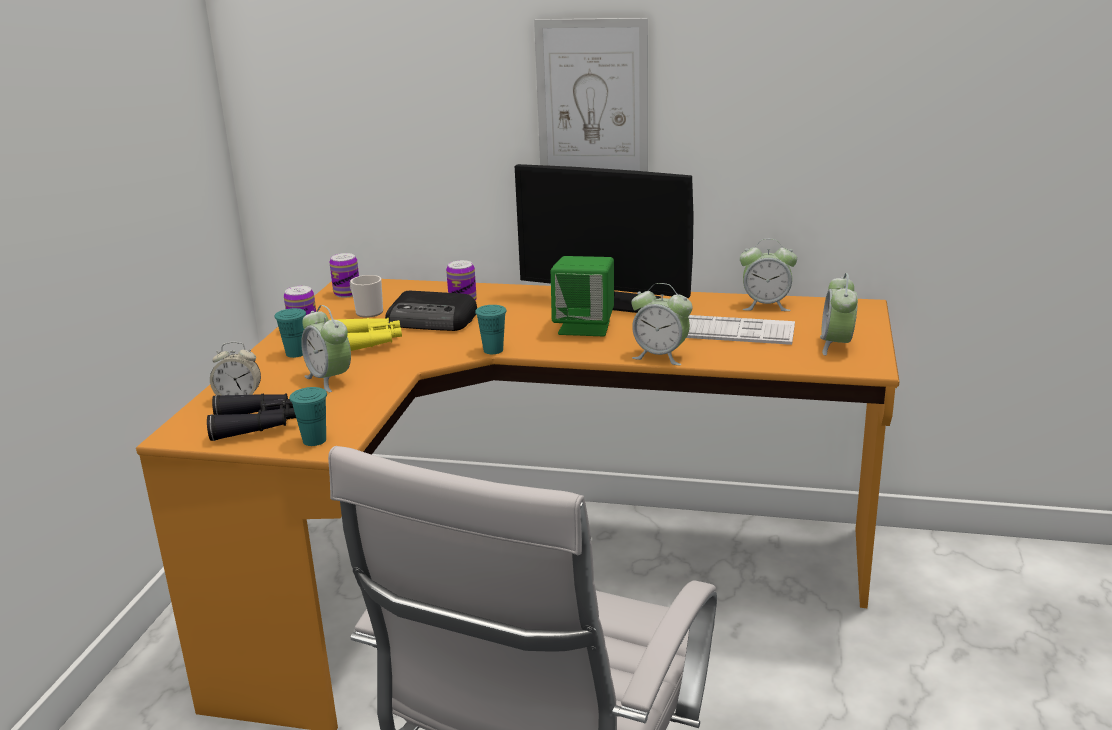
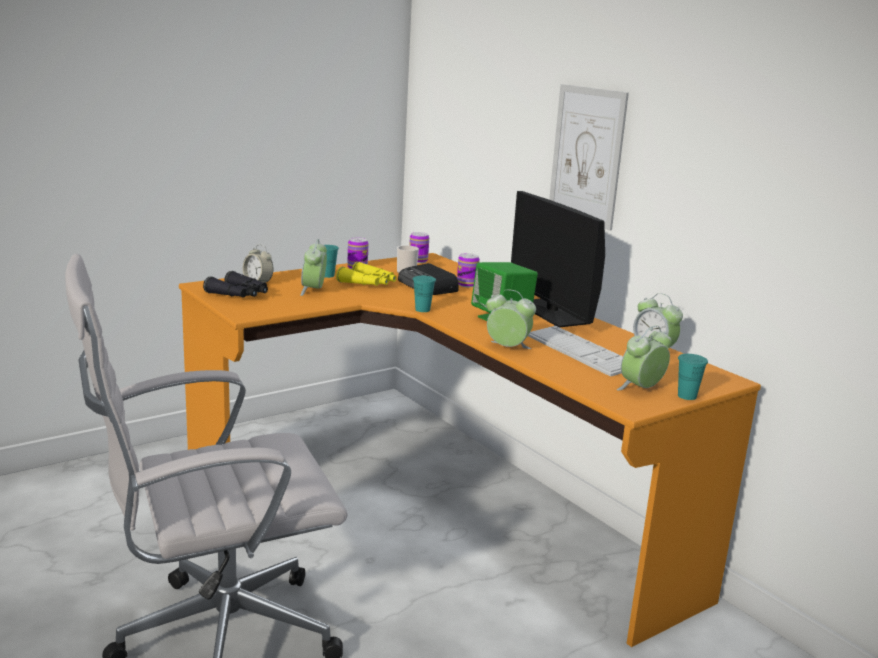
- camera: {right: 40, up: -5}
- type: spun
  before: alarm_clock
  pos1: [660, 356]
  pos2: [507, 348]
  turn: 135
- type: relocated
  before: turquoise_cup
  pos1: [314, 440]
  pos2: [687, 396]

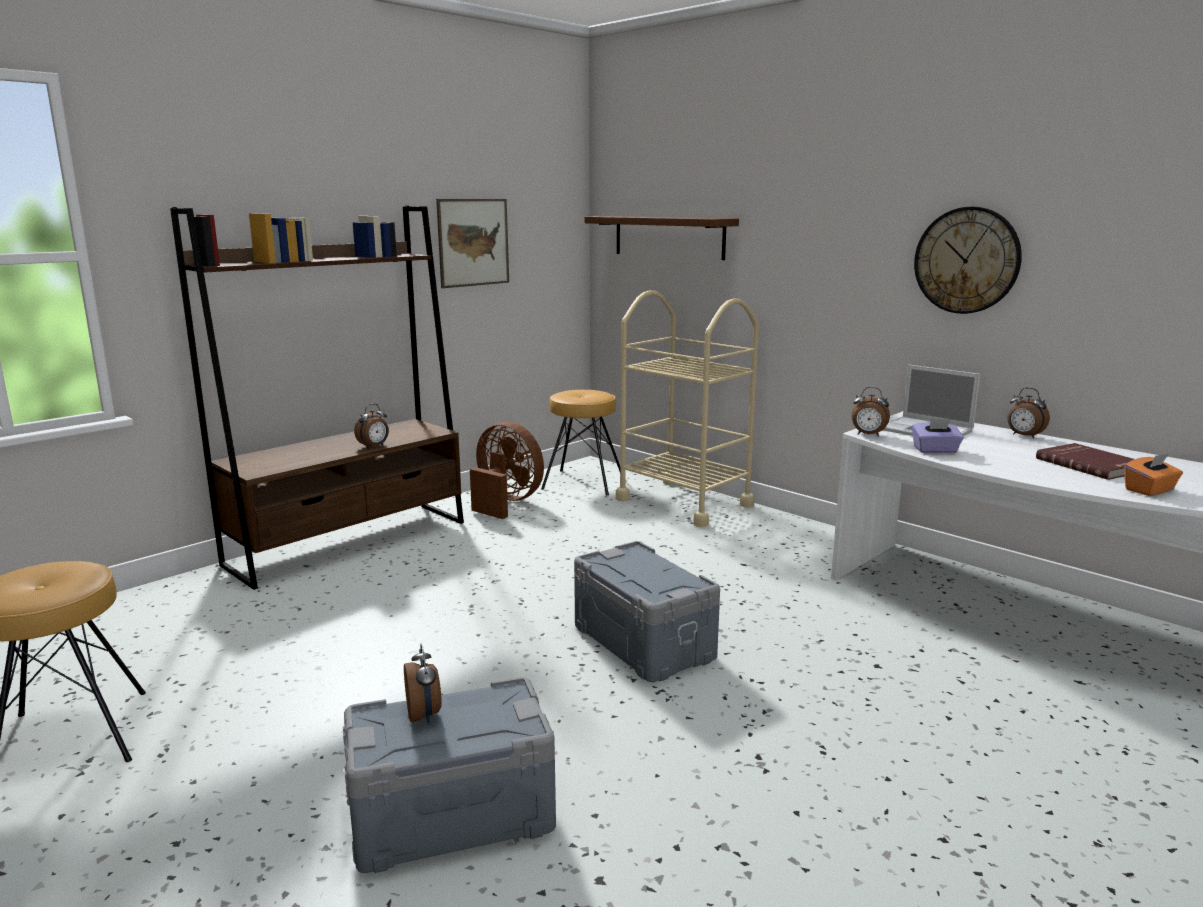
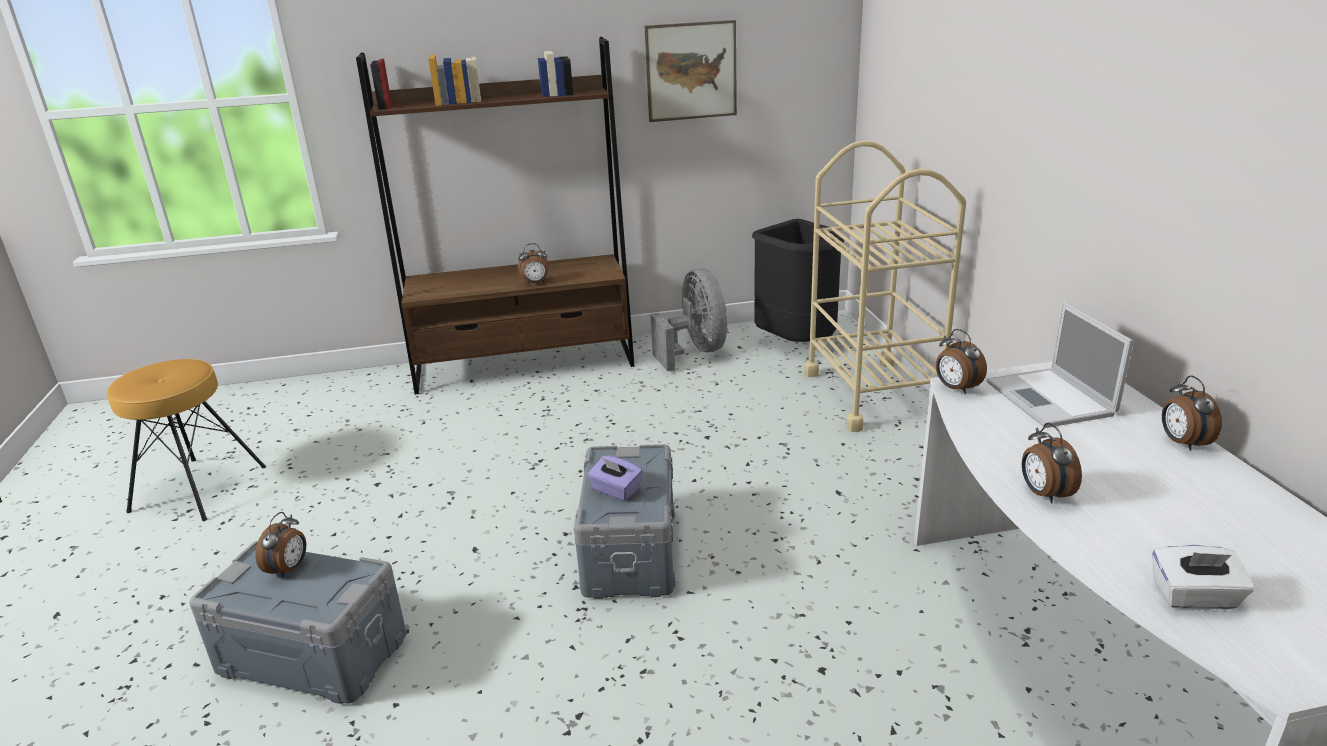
- camera: {right: 35, up: 10}
- type: relocated
  before: purple-coloured_tissue_box
  pos1: [935, 450]
  pos2: [615, 490]
- type: colour
  before: brown-coloured_fan
  after: grey_fan
  pos1: [505, 503]
  pos2: [695, 352]
- type: exchanged
  before: brown-coloured_stool
  after: black_rubbish_bin
  pos1: [583, 482]
  pos2: [797, 343]
- type: appeared
  after: alarm_clock
  pos2: [1043, 494]
- type: colour
  before: orange-coloured_tissue_box
  after: whitish_tissue_box
  pos1: [1150, 490]
  pos2: [1194, 597]
- type: missing
  before: brown-coloured_bracket_shelf
  pos1: [668, 237]
- type: missing
  before: wall_clock
  pos1: [966, 260]
- type: missing
  before: reddish_bound_book
  pos1: [1090, 464]

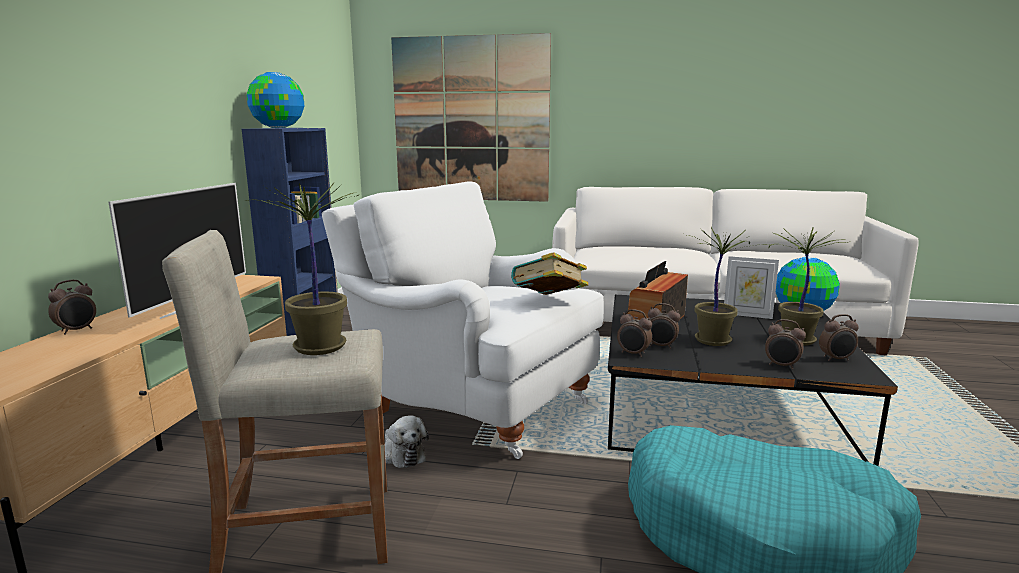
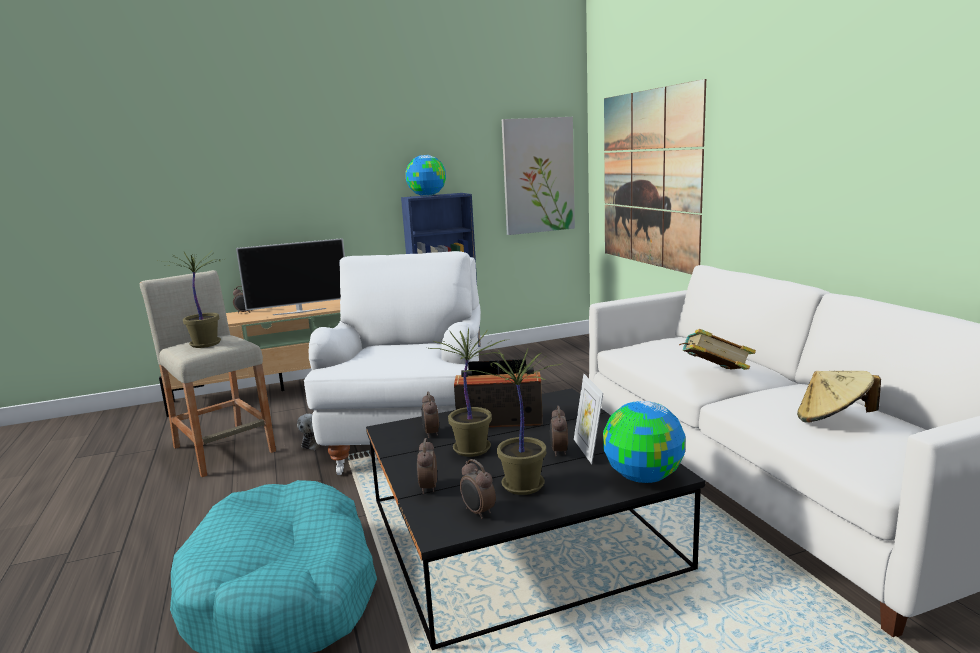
- camera: {right: 60, up: 0}
- type: appeared
  after: wall_art
  pos2: [538, 176]
- type: relocated
  before: alarm_clock
  pos1: [633, 354]
  pos2: [558, 451]
- type: relocated
  before: bound_book
  pos1: [549, 301]
  pos2: [714, 374]
- type: appeared
  after: sand-coloured_hat
  pos2: [832, 419]

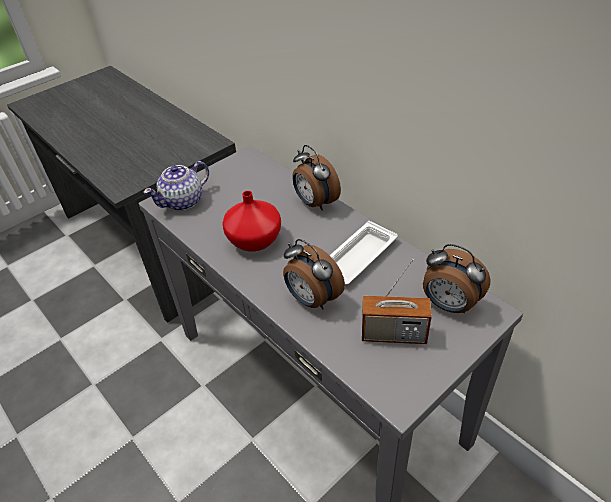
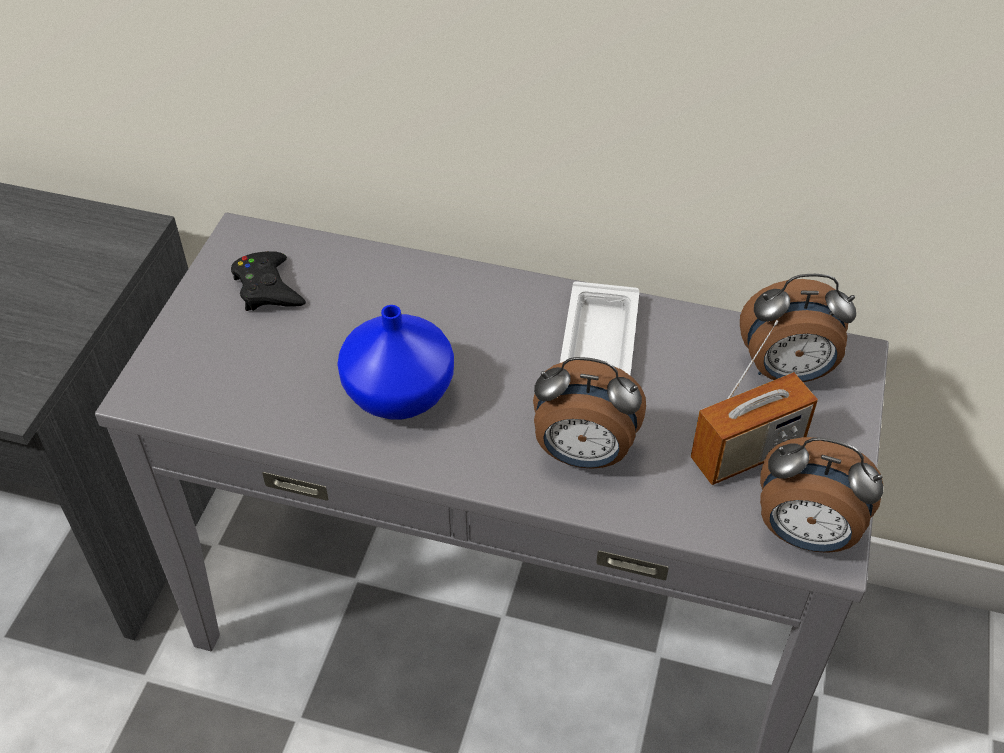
- camera: {right: -35, up: 5}
- type: appeared
  after: black_game_controller
  pos2: [267, 288]
- type: colour
  before: reddish_decorative_vase
  after: bluish_decorative_vase
  pos1: [256, 240]
  pos2: [401, 393]
- type: relocated
  before: alarm_clock
  pos1: [315, 203]
  pos2: [804, 534]
- type: missing
  before: tea_pot
  pos1: [183, 201]

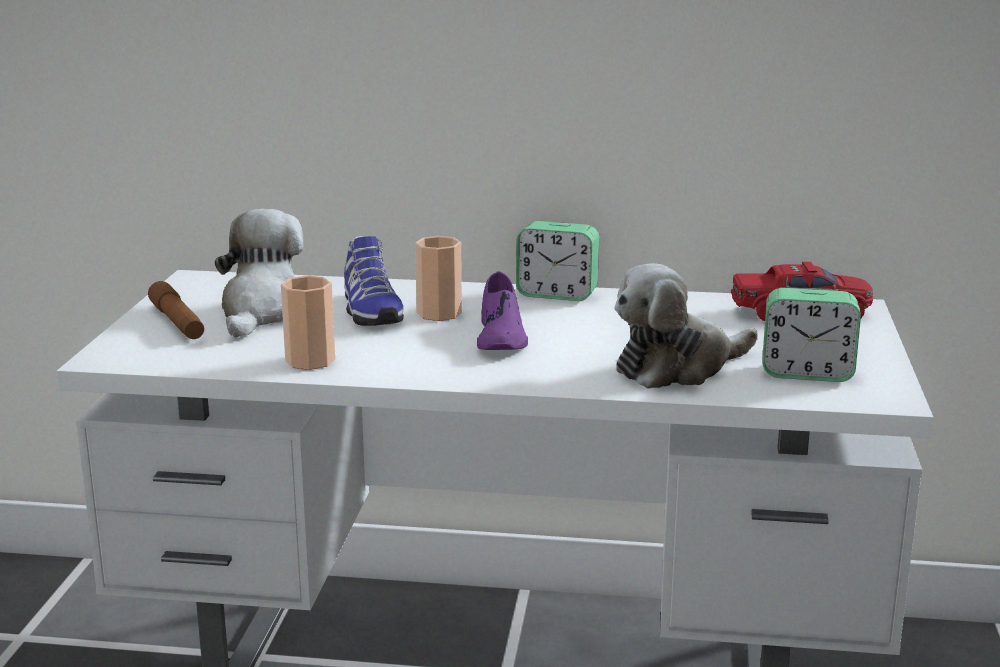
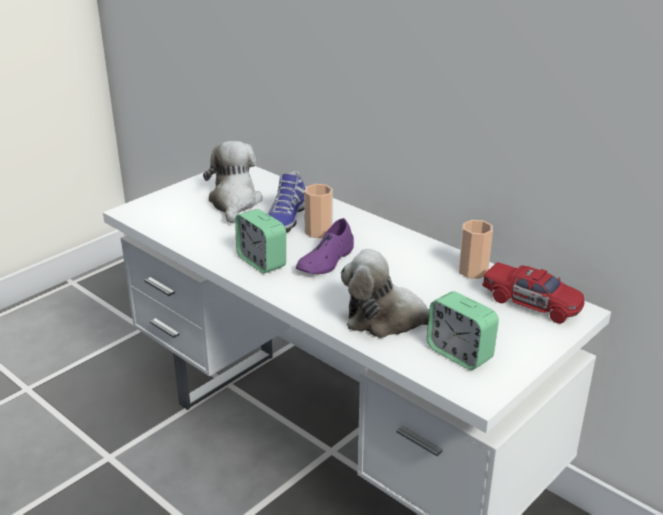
- camera: {right: 35, up: 10}
- type: spun
  before: soft_toy
  pos1: [262, 313]
  pos2: [234, 202]
  turn: -45
- type: relocated
  before: alarm_clock
  pos1: [557, 294]
  pos2: [261, 262]
- type: relocated
  before: cup
  pos1: [310, 361]
  pos2: [473, 271]
- type: missing
  before: brown-coloured_hand_torch
  pos1: [177, 322]

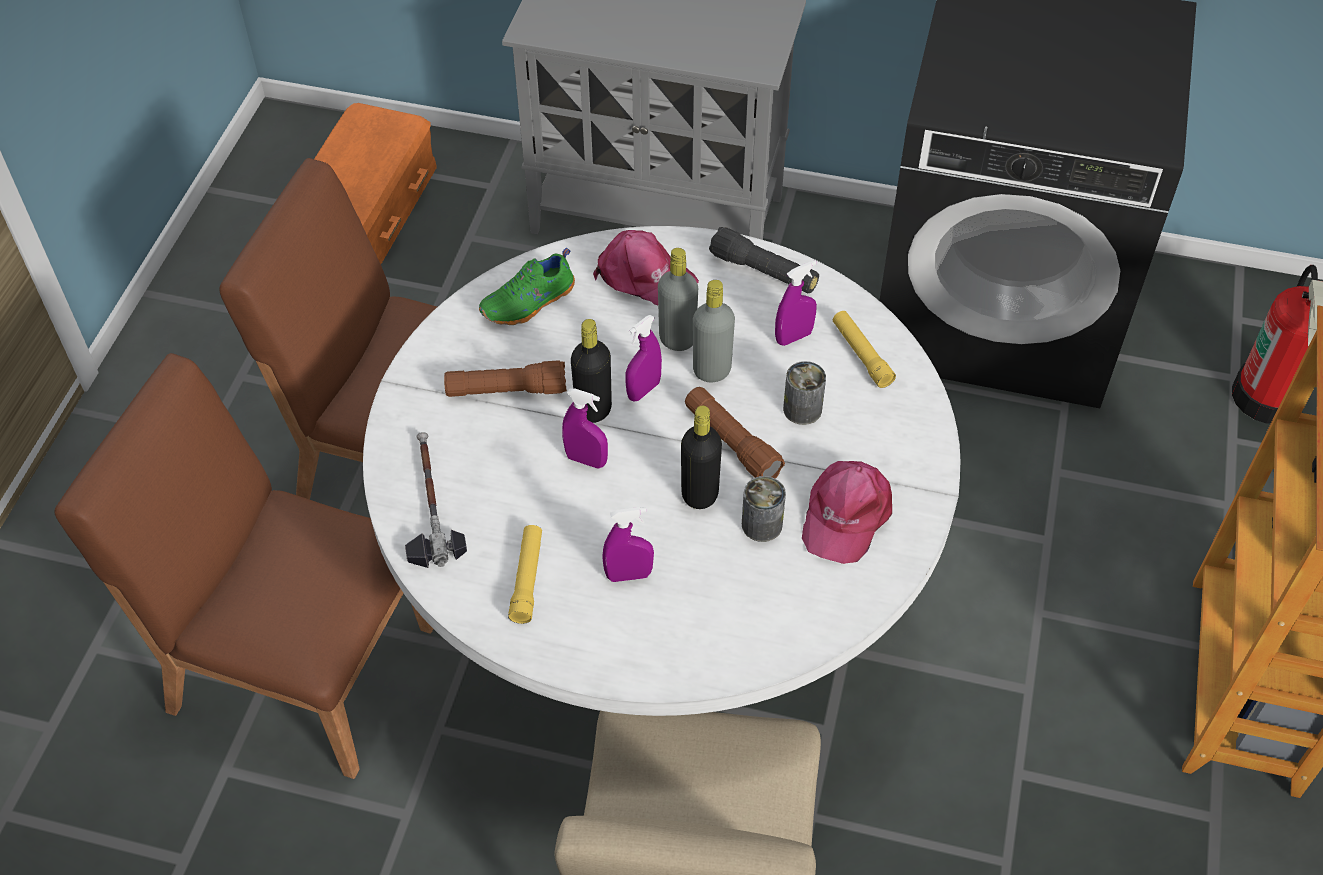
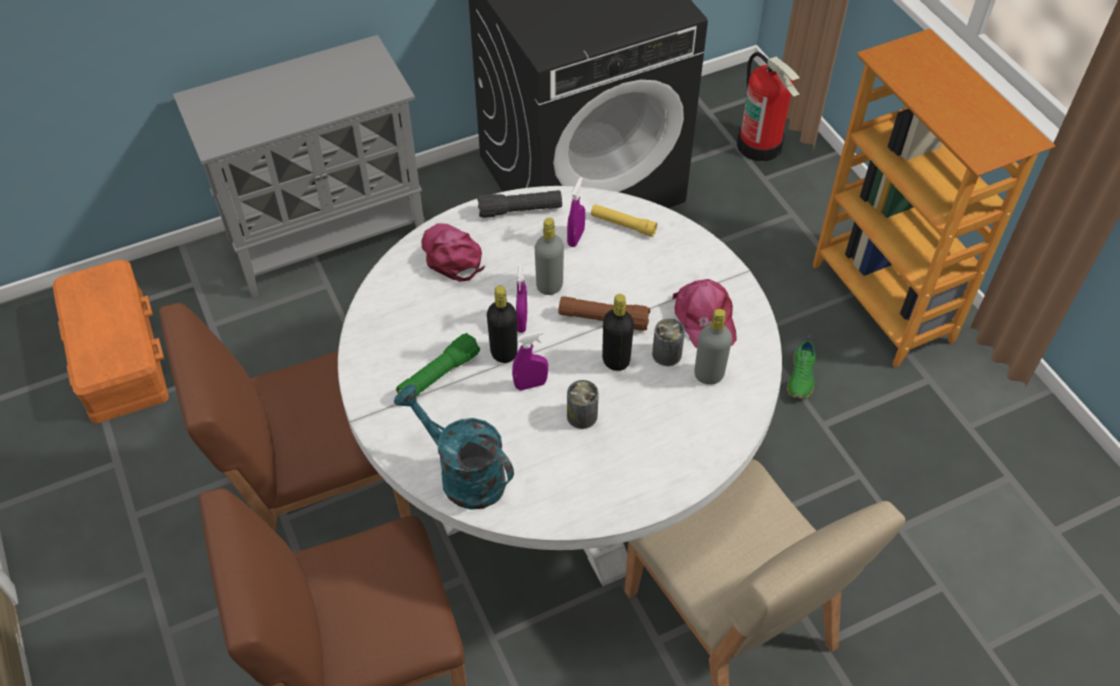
- camera: {right: -40, up: 0}
- type: exchanged
  before: hammer
  after: turquoise_watering_pot
  pos1: [430, 503]
  pos2: [462, 474]
- type: colour
  before: brown-coloured_hand_torch
  after: green-coloured_hand_torch
  pos1: [506, 390]
  pos2: [438, 375]
- type: spun
  before: pinkish_baseball_cap
  pos1: [644, 277]
  pos2: [452, 255]
  turn: -105
- type: relocated
  before: can
  pos1: [802, 409]
  pos2: [582, 416]
- type: relocated
  before: grey_beverage_bottle
  pos1: [677, 339]
  pos2: [709, 375]
- type: relocated
  before: green-coloured_shoe
  pos1: [529, 303]
  pos2: [802, 377]
- type: missing
  before: yellow_hand_torch
  pos1: [527, 578]
- type: missing
  before: purple-coloured_hand_sprayer
  pos1: [628, 575]

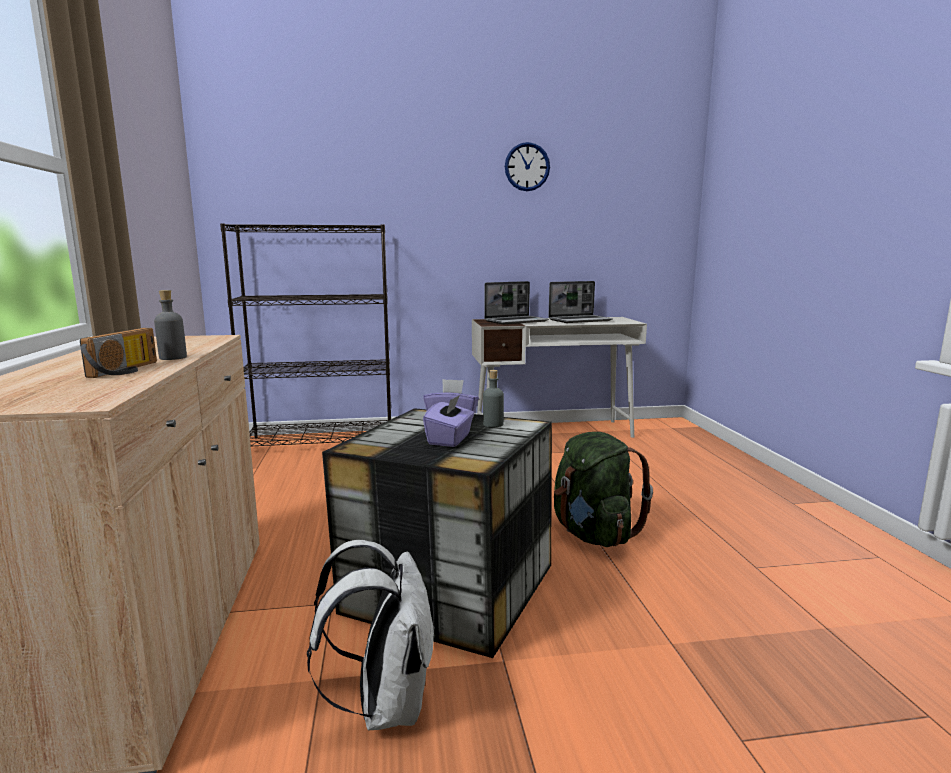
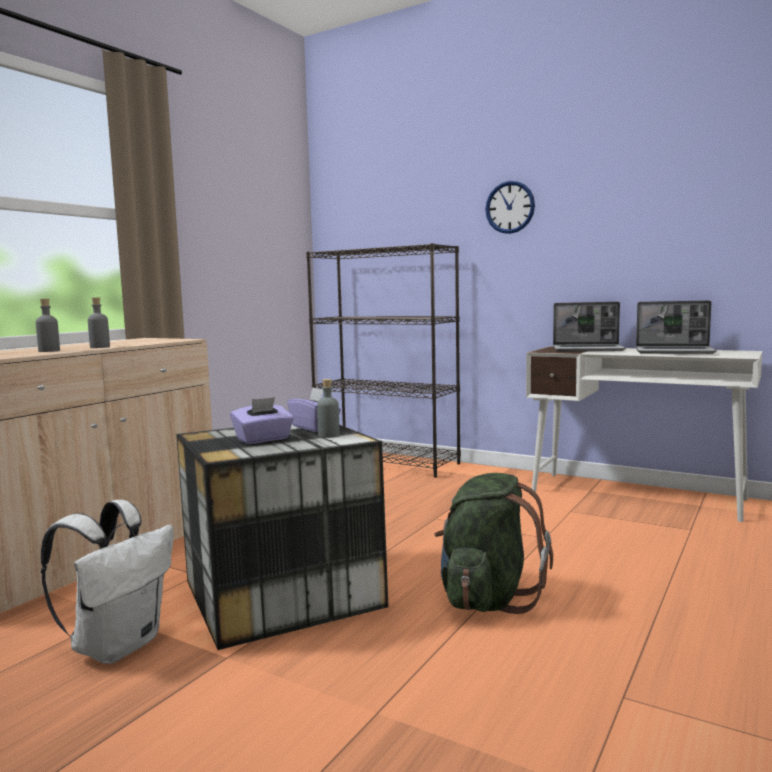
- camera: {right: 40, up: -5}
- type: exchanged
  before: radio_set
  after: grey_beverage_bottle
  pos1: [128, 370]
  pos2: [49, 351]
- type: relocated
  before: wall_clock
  pos1: [527, 167]
  pos2: [510, 207]

